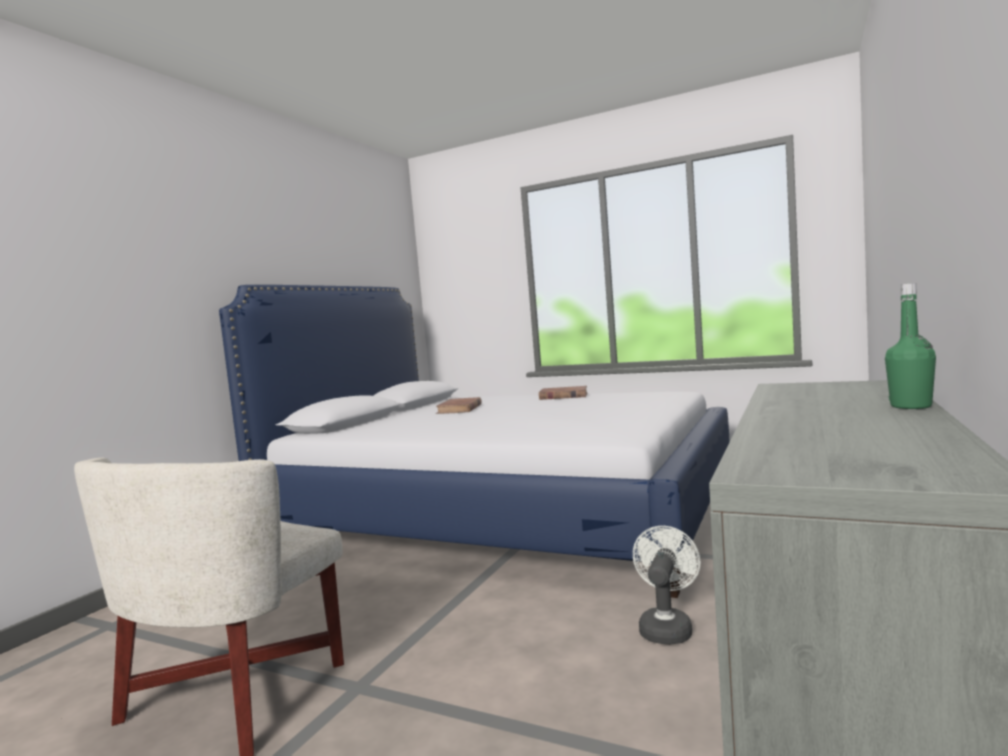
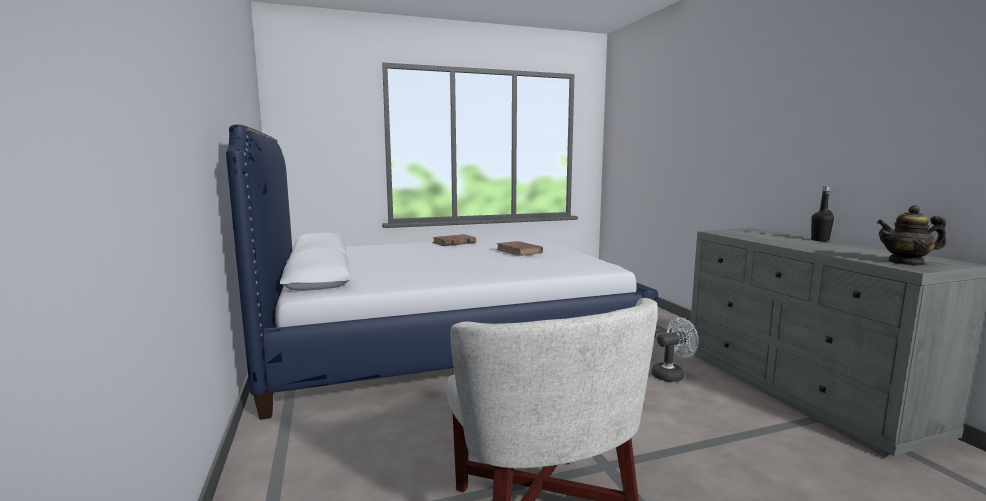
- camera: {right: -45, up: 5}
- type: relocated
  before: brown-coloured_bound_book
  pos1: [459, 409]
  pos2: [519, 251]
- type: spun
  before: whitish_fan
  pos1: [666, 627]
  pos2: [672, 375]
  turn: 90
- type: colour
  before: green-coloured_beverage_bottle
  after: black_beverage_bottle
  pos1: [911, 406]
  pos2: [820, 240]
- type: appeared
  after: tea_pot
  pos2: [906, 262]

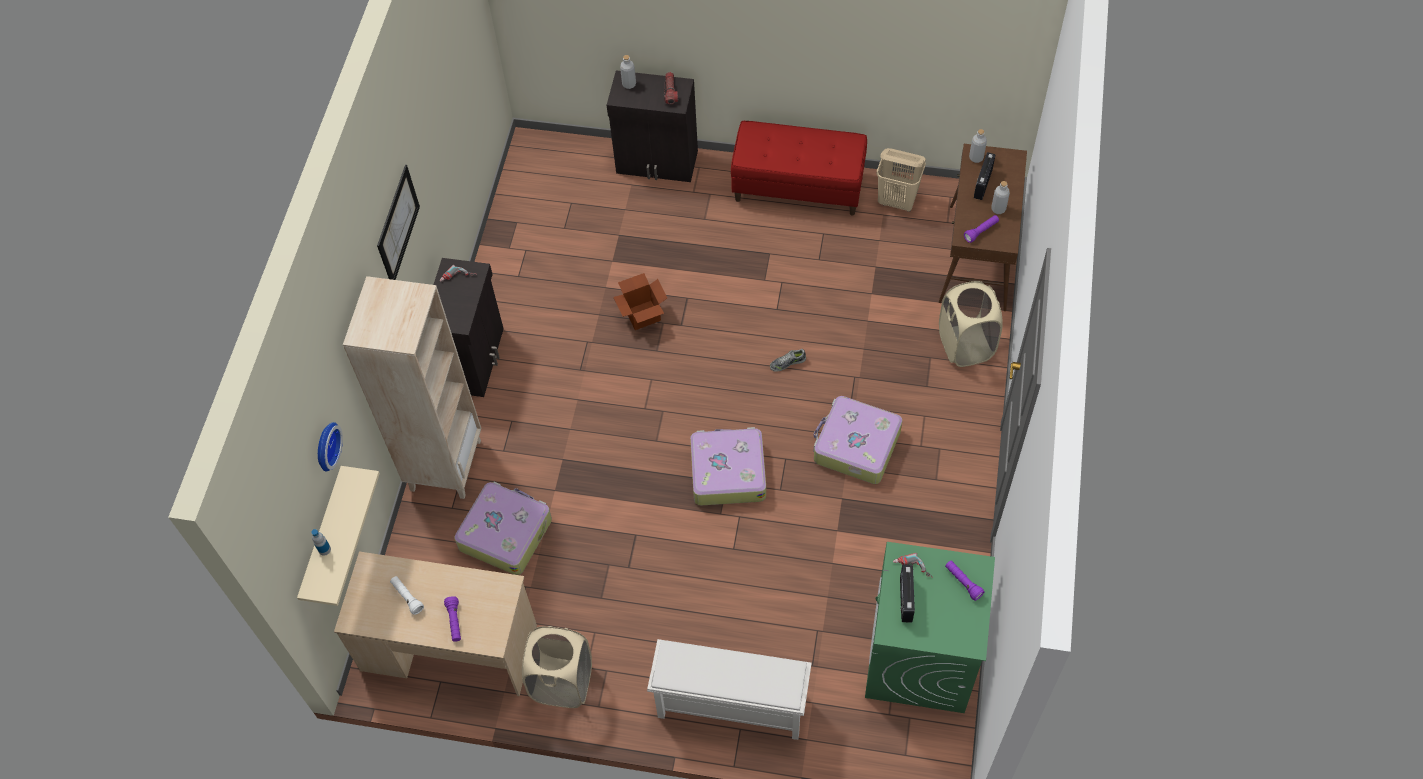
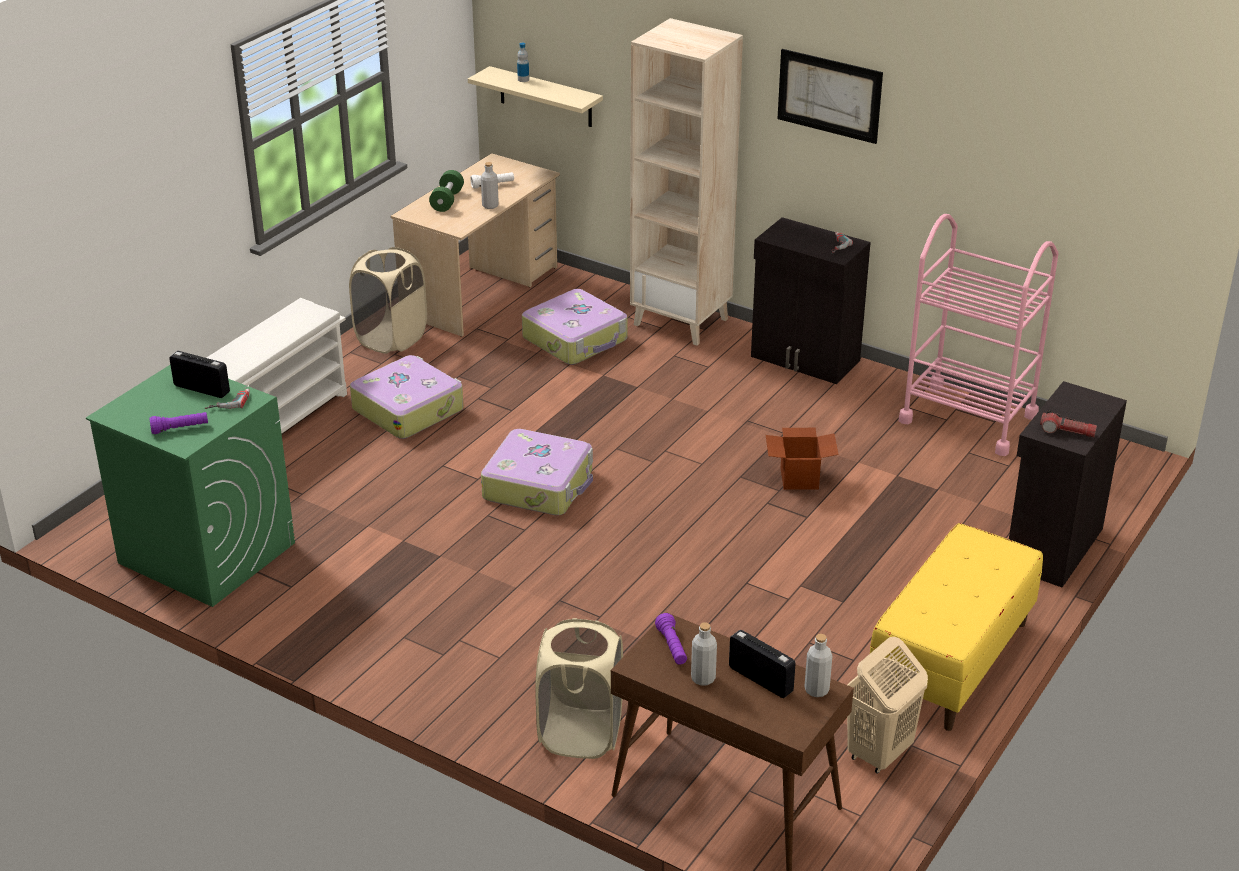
- camera: {right: 110, up: -25}
- type: relocated
  before: travel_case
  pos1: [855, 446]
  pos2: [408, 409]
- type: exchanged
  before: purple-coloured_hand_torch
  after: green-coloured_free_weight
  pos1: [455, 622]
  pos2: [447, 201]
- type: relocated
  before: grey_beverage_bottle
  pos1: [629, 84]
  pos2: [490, 206]
- type: colour
  before: reddish_indoor_bench
  after: yellow_indoor_bench
  pos1: [798, 187]
  pos2: [951, 661]
- type: appeared
  after: pinkish_cart
  pos2: [968, 418]
- type: missing
  before: wall_clock
  pos1: [325, 446]
- type: missing
  before: shoe
  pos1: [787, 363]

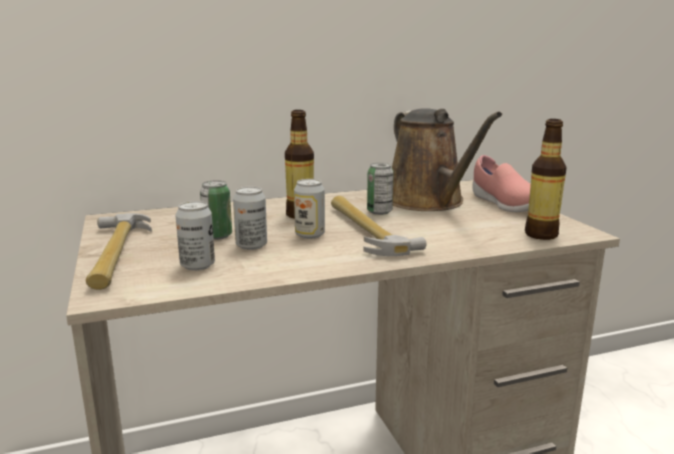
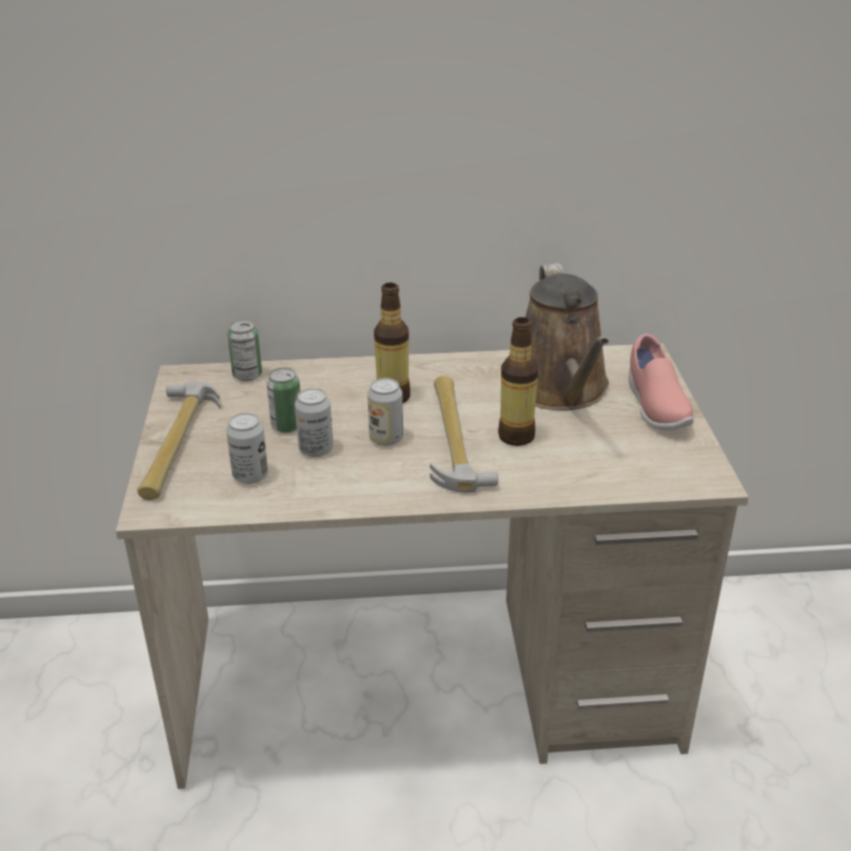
- camera: {right: 15, up: 15}
- type: relocated
  before: can
  pos1: [379, 211]
  pos2: [247, 375]
- type: relocated
  before: beverage_bottle
  pos1: [541, 235]
  pos2: [516, 436]

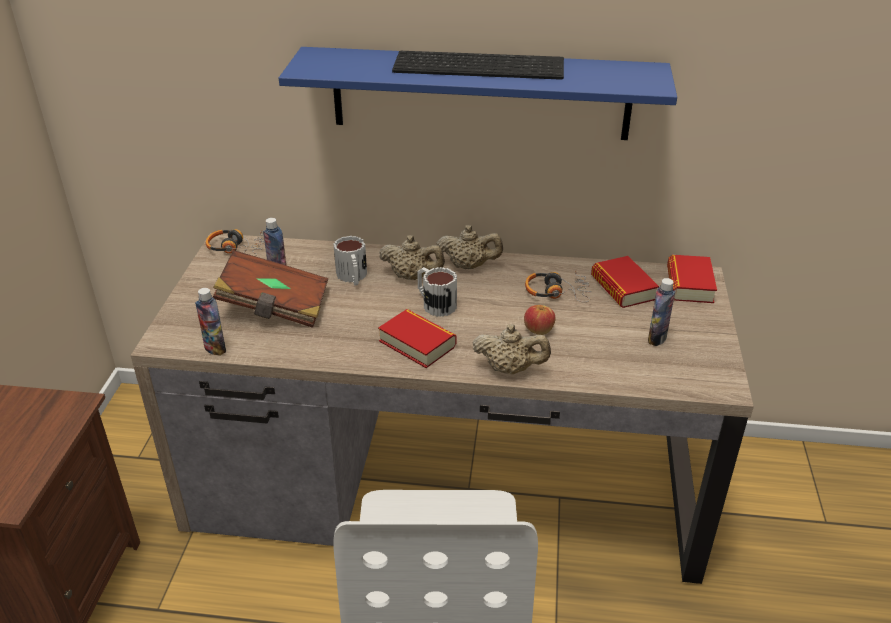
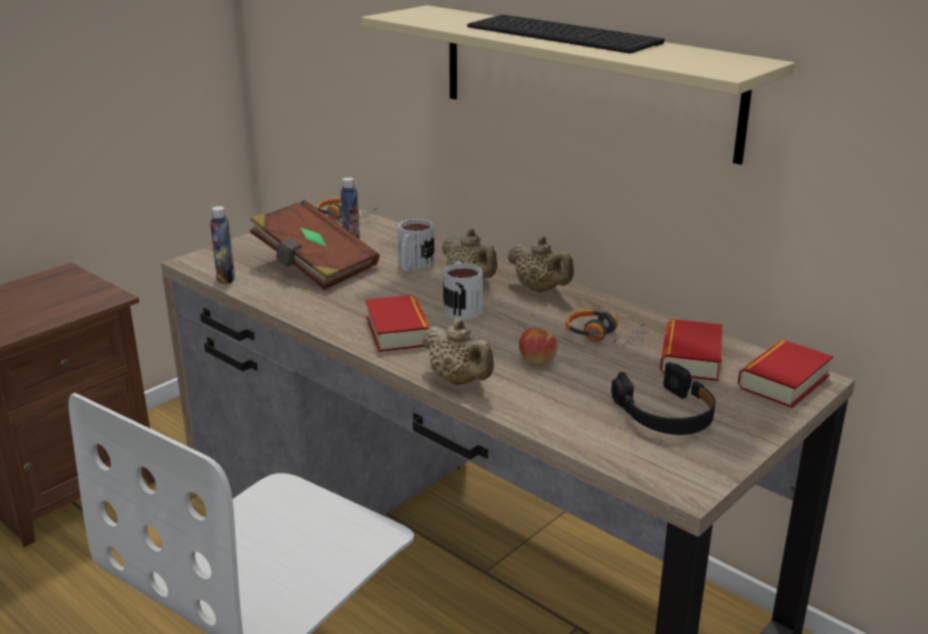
- camera: {right: 35, up: -10}
- type: colour
  before: bluish_bracket_shelf
  after: sand-coloured_bracket_shelf
  pos1: [480, 93]
  pos2: [584, 79]
- type: exchanged
  before: beverage_bottle
  after: black_pair_of_headphones
  pos1: [657, 338]
  pos2: [666, 414]

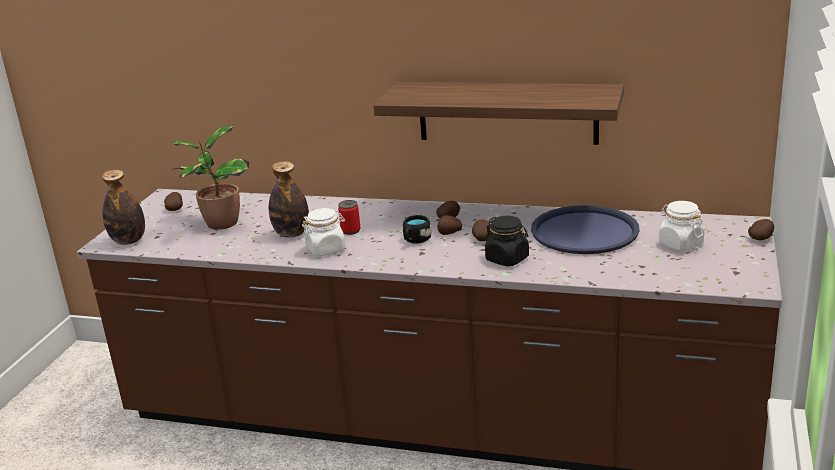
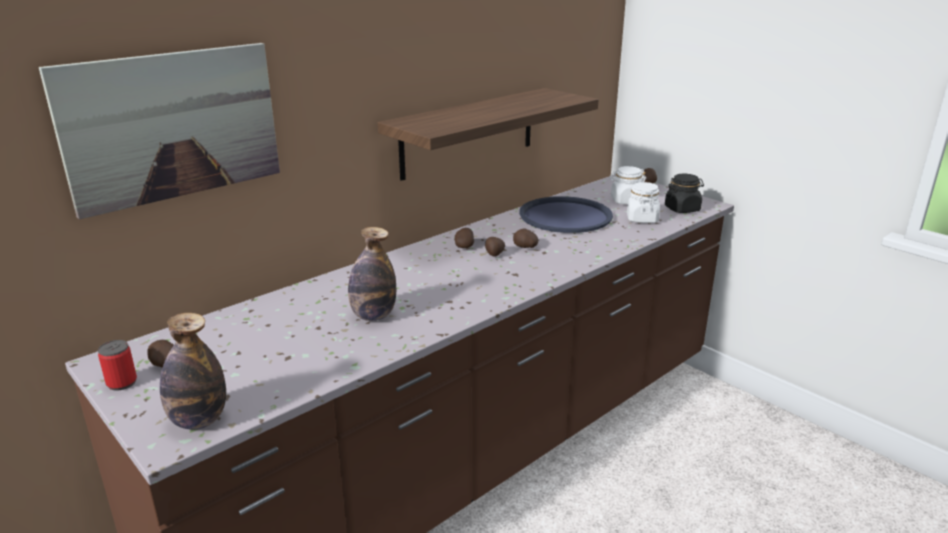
- camera: {right: -60, up: 0}
- type: appeared
  after: wall_art
  pos2: [173, 125]
- type: relocated
  before: can
  pos1: [350, 231]
  pos2: [122, 383]
- type: relocated
  before: whitish_jar
  pos1: [326, 249]
  pos2: [642, 219]
- type: relocated
  before: black_jar
  pos1: [507, 259]
  pos2: [682, 209]
- type: missing
  before: potted_plant
  pos1: [220, 224]
- type: missing
  before: black_mug
  pos1: [415, 240]

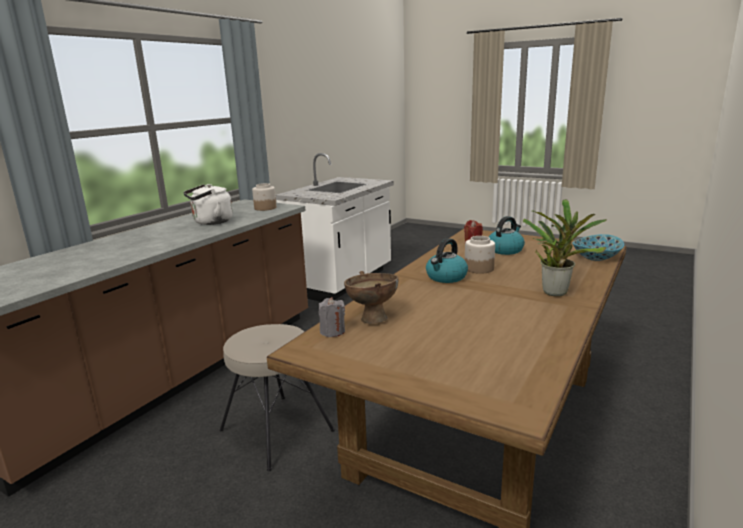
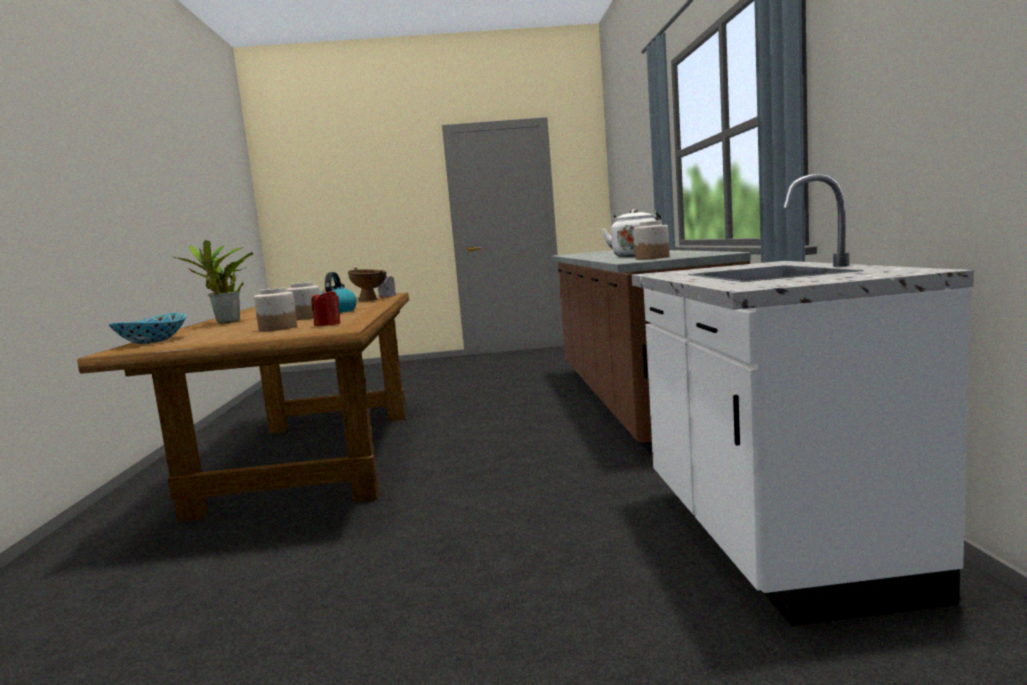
- camera: {right: 145, up: -10}
- type: exchanged
  before: water_kettle
  after: jar
  pos1: [505, 250]
  pos2: [278, 328]
- type: missing
  before: sand-coloured_stool
  pos1: [276, 431]

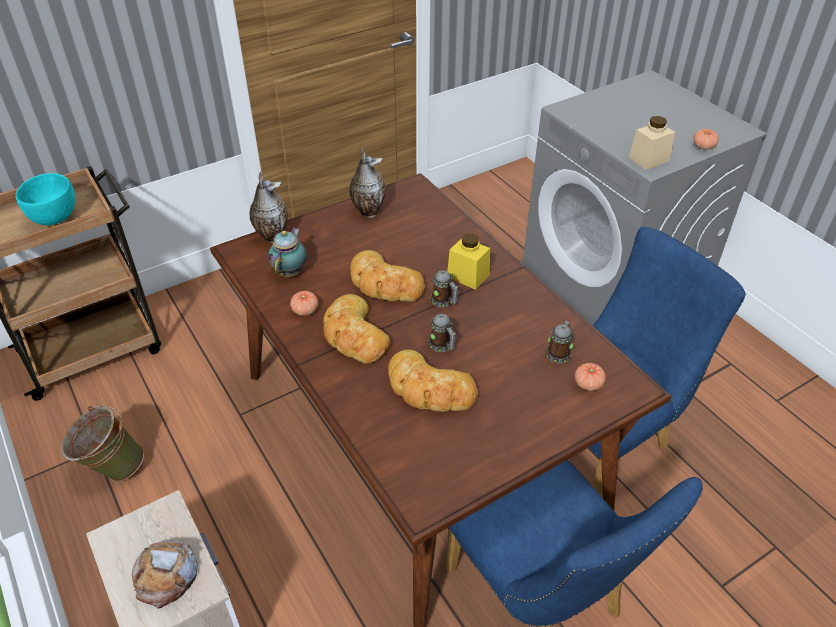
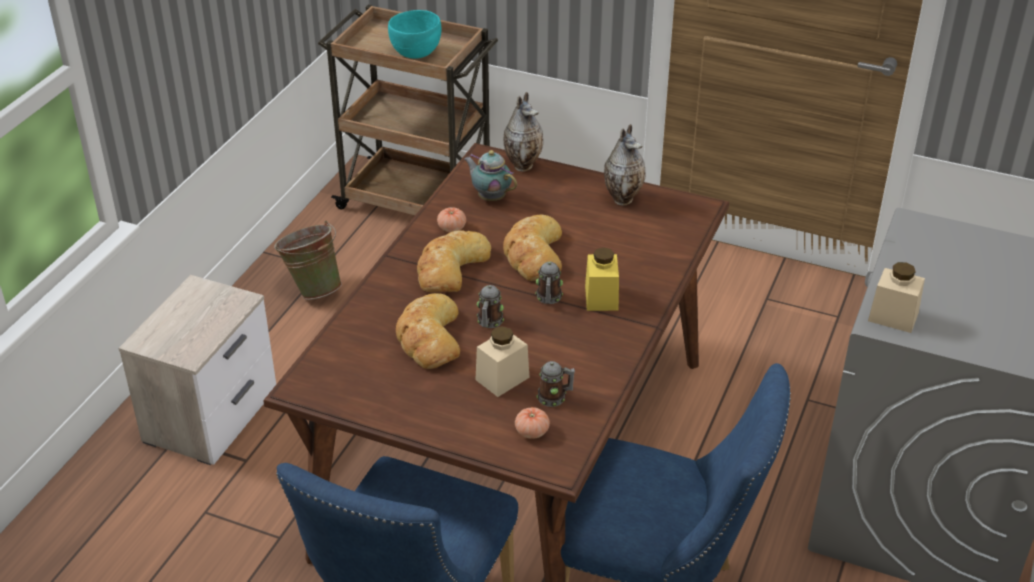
- camera: {right: 55, up: -5}
- type: spun
  before: tea_pot
  pos1: [291, 272]
  pos2: [490, 197]
  turn: -120
- type: appeared
  after: sand-coloured_jar
  pos2: [502, 378]
- type: missing
  before: bakery_bread
  pos1: [166, 575]
- type: missing
  before: tomato
  pos1: [703, 146]

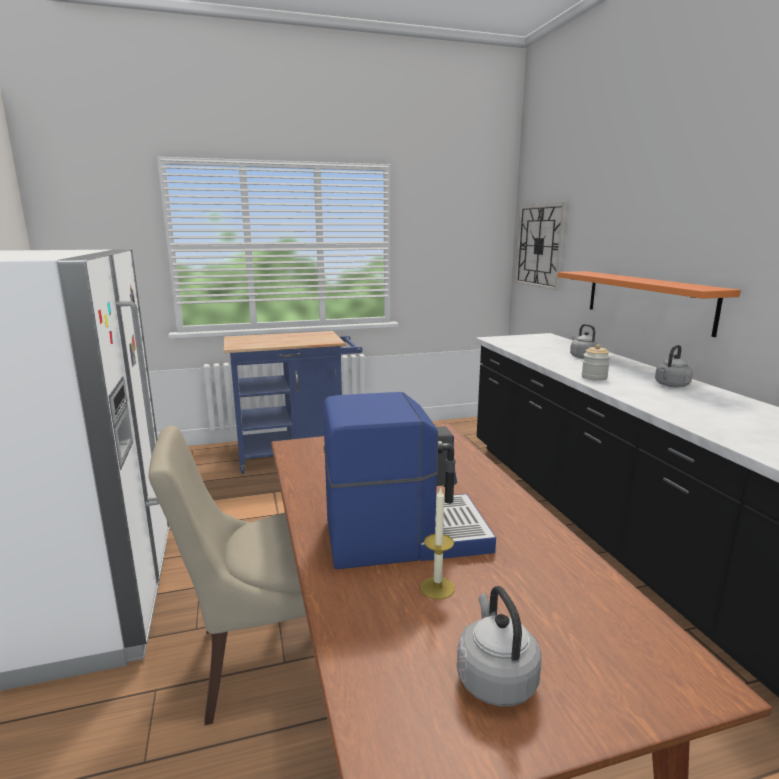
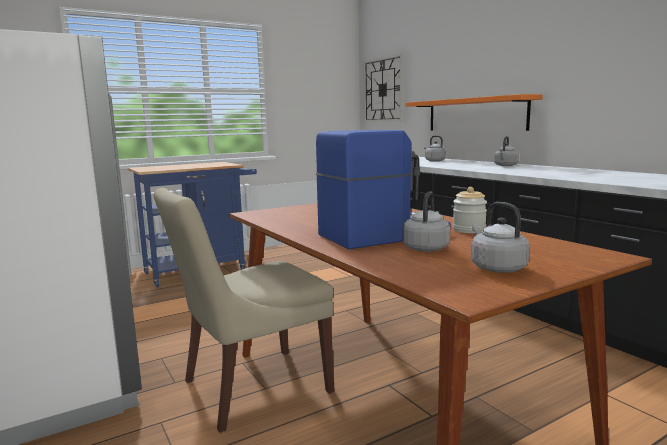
- camera: {right: -15, up: -5}
- type: exchanged
  before: wax_light
  after: grey_water_kettle
  pos1: [437, 588]
  pos2: [426, 248]
- type: relocated
  before: jar
  pos1: [594, 377]
  pos2: [469, 230]

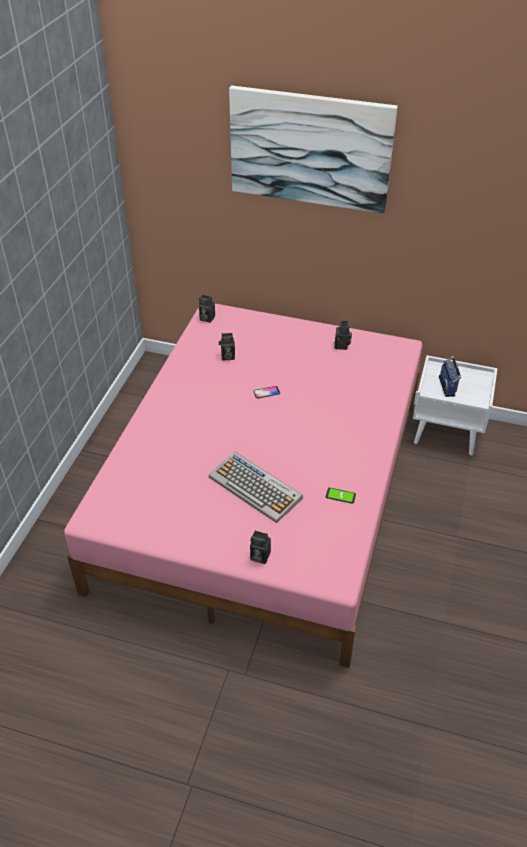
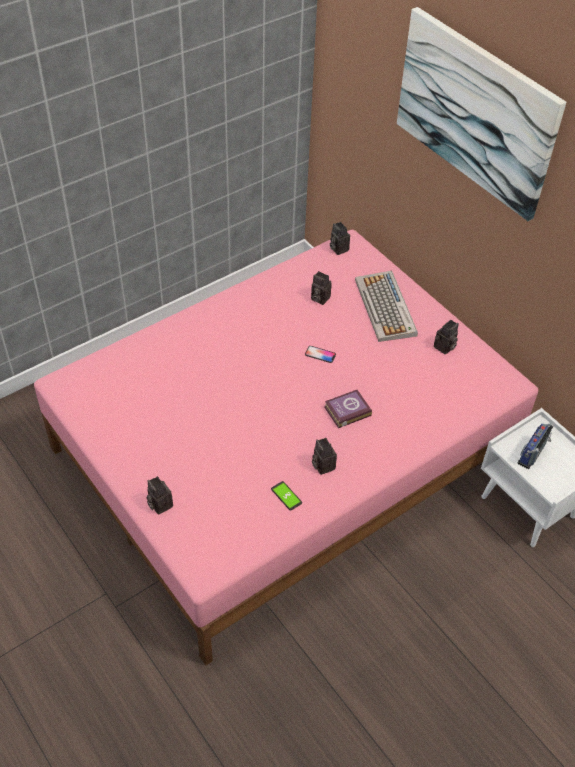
- camera: {right: 35, up: 5}
- type: appeared
  after: still_camera
  pos2: [322, 465]
- type: appeared
  after: bound_book
  pos2: [346, 411]
- type: relocated
  before: keyboard
  pos1: [256, 488]
  pos2: [386, 308]

